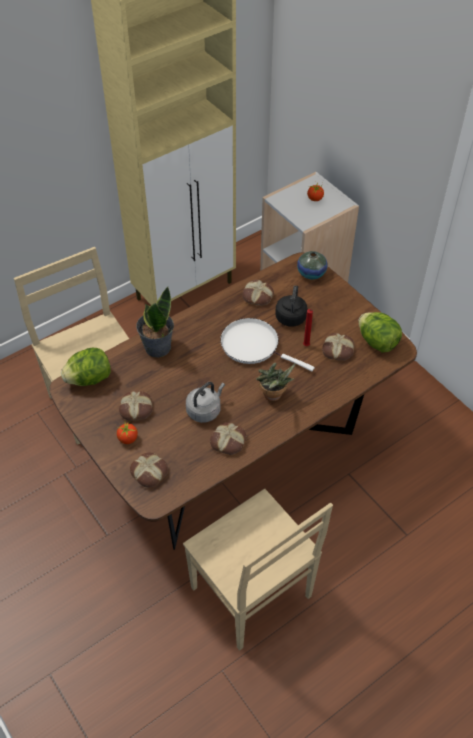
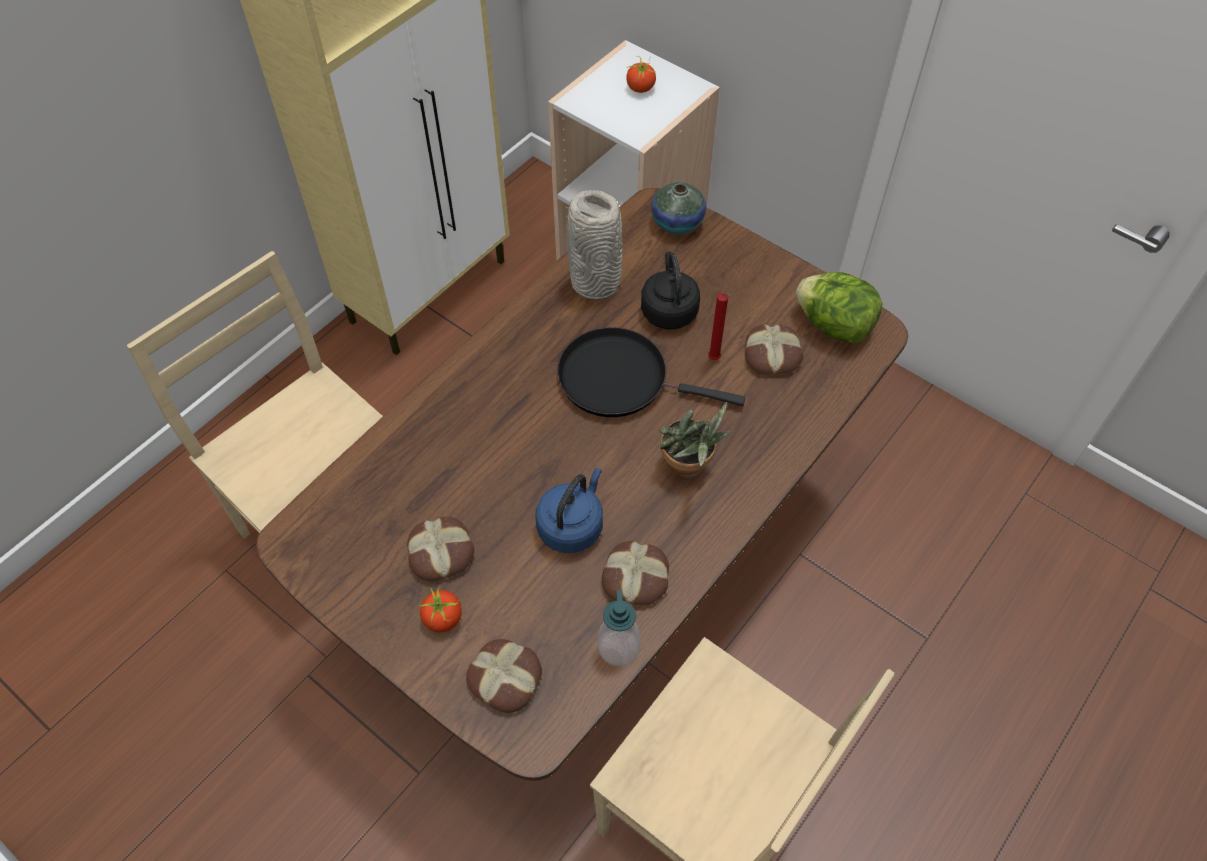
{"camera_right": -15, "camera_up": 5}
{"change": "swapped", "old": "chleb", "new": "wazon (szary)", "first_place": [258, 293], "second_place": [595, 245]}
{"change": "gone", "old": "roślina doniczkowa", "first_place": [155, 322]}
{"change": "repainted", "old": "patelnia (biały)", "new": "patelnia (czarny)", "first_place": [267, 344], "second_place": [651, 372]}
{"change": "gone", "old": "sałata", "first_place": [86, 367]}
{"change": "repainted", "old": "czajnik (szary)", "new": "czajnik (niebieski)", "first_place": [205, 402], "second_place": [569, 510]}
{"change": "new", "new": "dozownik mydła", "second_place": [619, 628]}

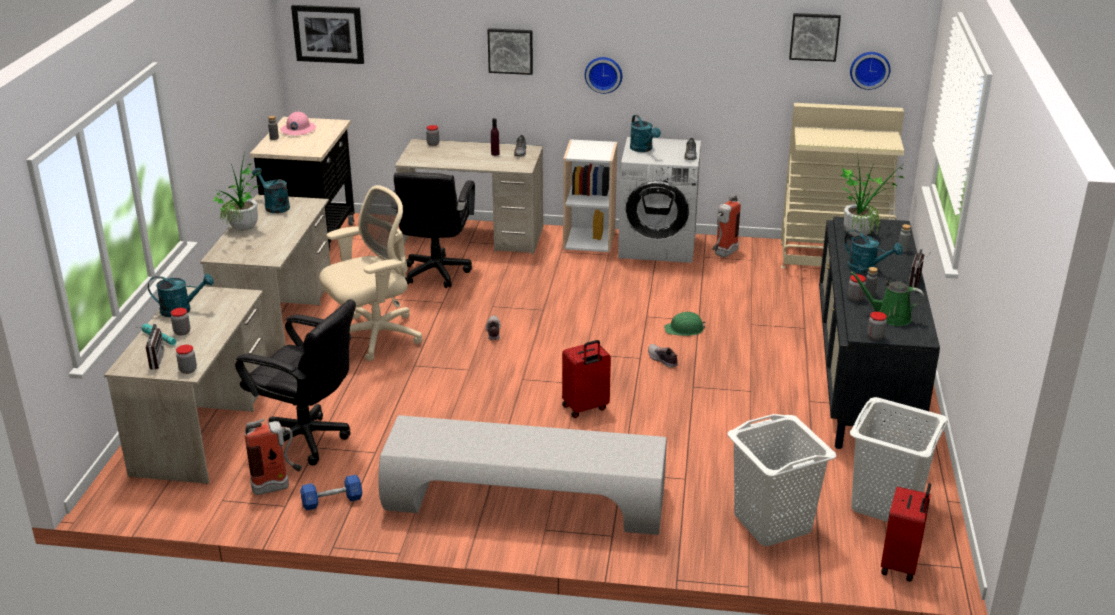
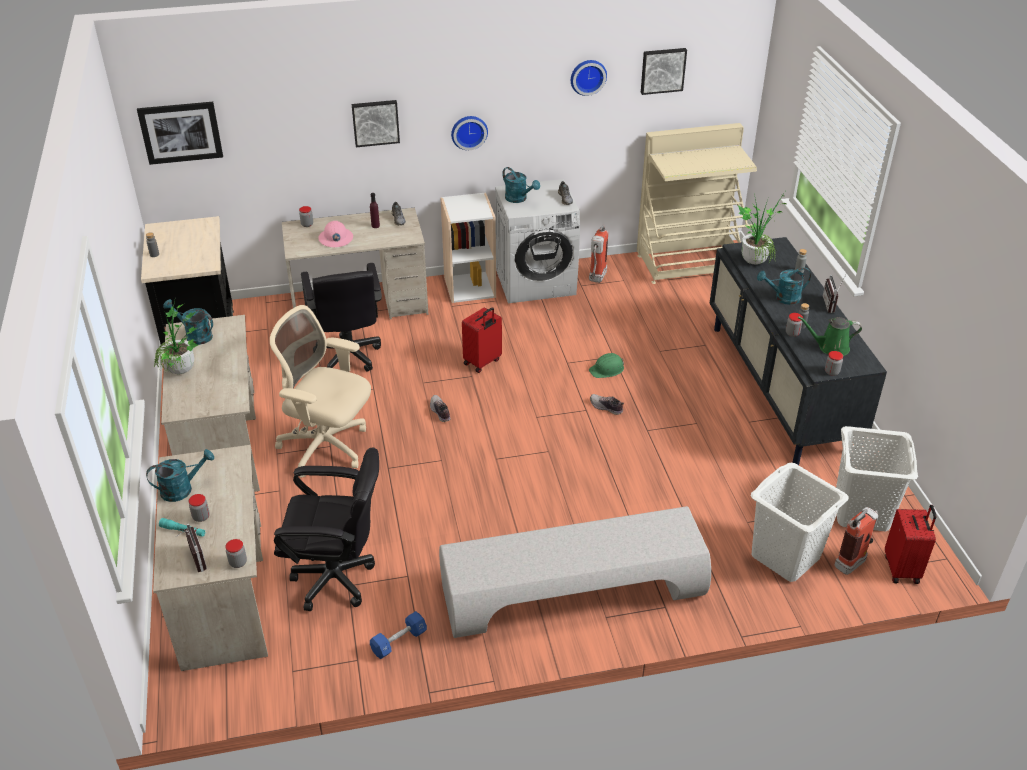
{"camera_right": -20, "camera_up": 10}
{"change": "shifted", "old": "zegar ścienny", "first_place": [870, 71], "second_place": [589, 78]}
{"change": "shifted", "old": "kask (różowy)", "first_place": [298, 123], "second_place": [335, 234]}
{"change": "rotated", "old": "krzesło biurowe (beżowy)", "first_place": [370, 273], "second_place": [320, 391], "degrees": -105}
{"change": "rotated", "old": "konewka (turkusowy)", "first_place": [874, 251], "second_place": [784, 286], "degrees": 150}
{"change": "shifted", "old": "walizka (czerwony)", "first_place": [586, 379], "second_place": [482, 340]}
{"change": "shifted", "old": "gaśnica", "first_place": [273, 457], "second_place": [856, 541]}

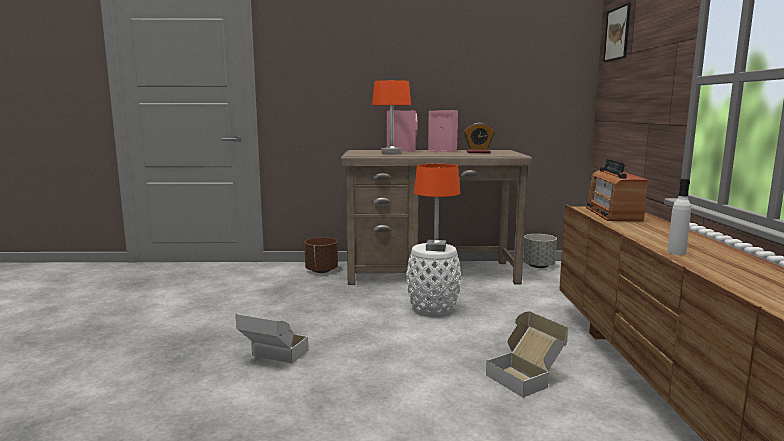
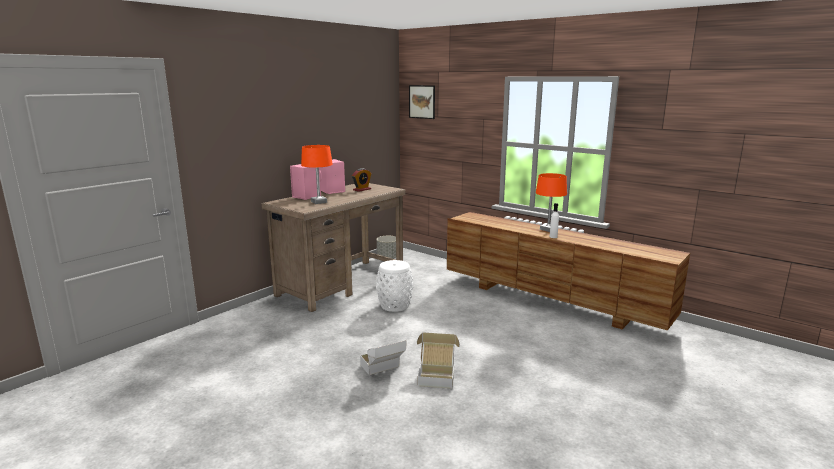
{"camera_right": -50, "camera_up": 5}
{"change": "gone", "old": "radio", "first_place": [617, 190]}
{"change": "shifted", "old": "lampa stołowa (pomarańczowy)", "first_place": [437, 207], "second_place": [551, 202]}
{"change": "gone", "old": "donica (brązowy)", "first_place": [321, 255]}
{"change": "shifted", "old": "karton", "first_place": [527, 354], "second_place": [438, 360]}

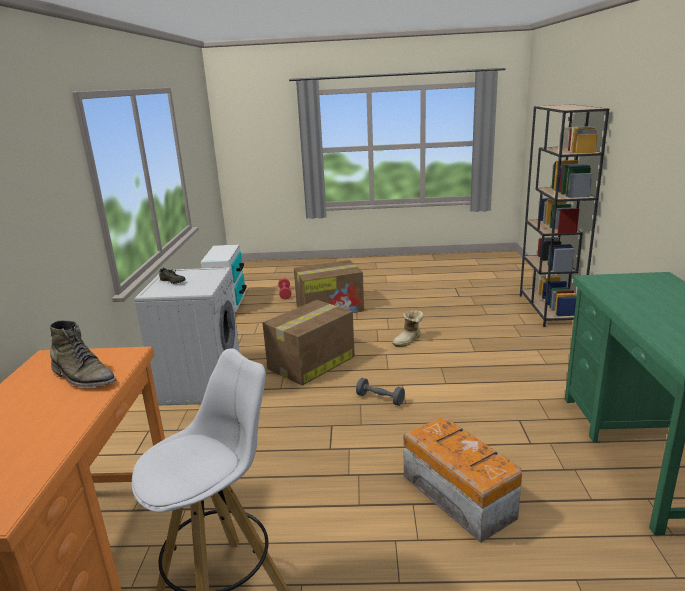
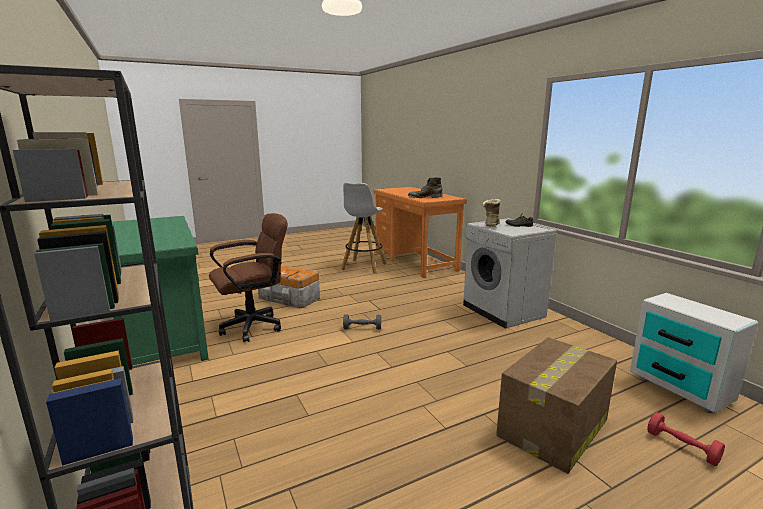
{"camera_right": 150, "camera_up": -5}
{"change": "gone", "old": "karton", "first_place": [309, 343]}
{"change": "shifted", "old": "but z cholewką", "first_place": [408, 328], "second_place": [491, 213]}
{"change": "new", "new": "krzesło biurowe (brązowy)", "second_place": [248, 277]}

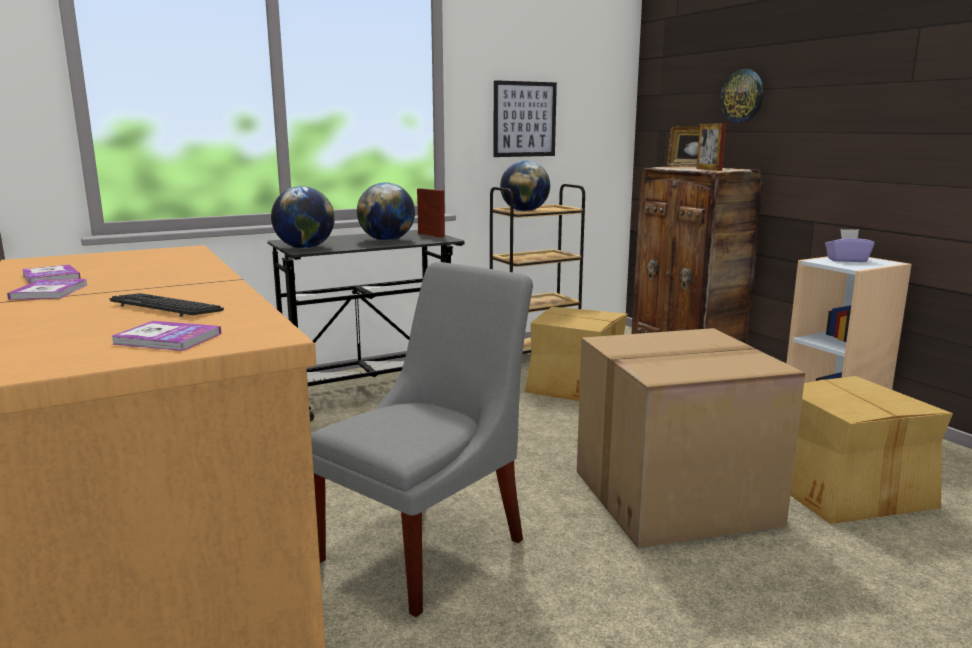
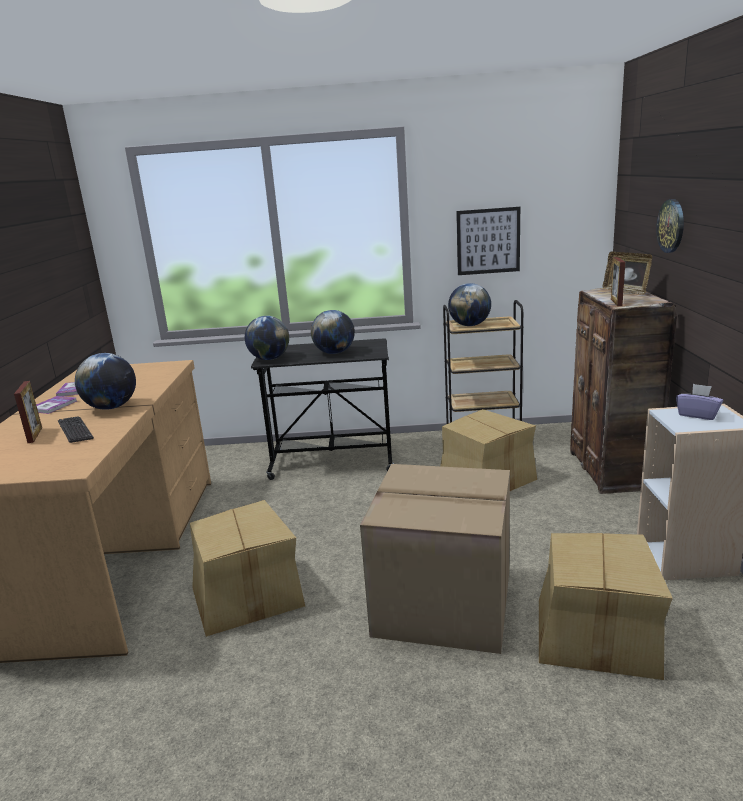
{"camera_right": 30, "camera_up": 5}
{"change": "shifted", "old": "ramka na zdjęcie", "first_place": [431, 213], "second_place": [28, 412]}
{"change": "swapped", "old": "krzesło (szary)", "new": "karton", "first_place": [422, 439], "second_place": [247, 568]}
{"change": "gone", "old": "książka", "first_place": [166, 336]}
{"change": "new", "new": "globus", "second_place": [105, 381]}

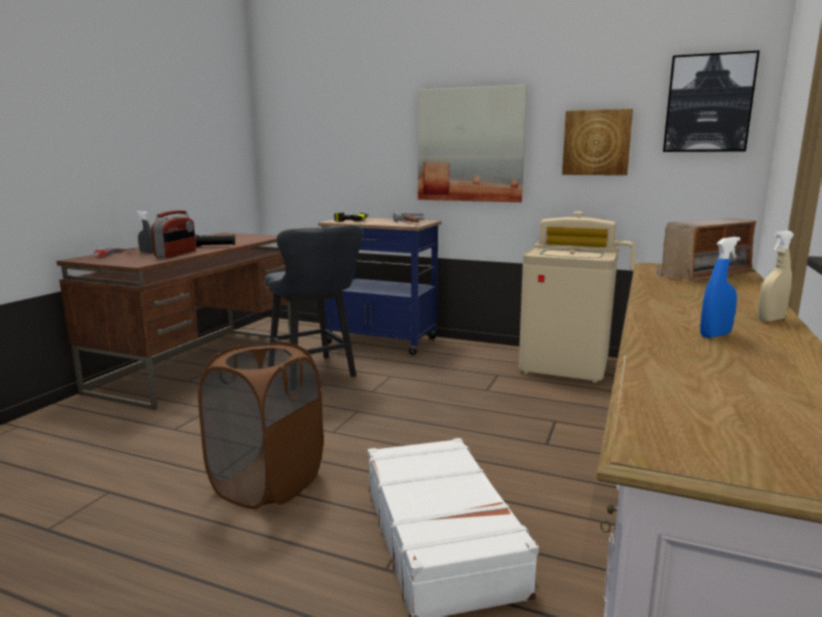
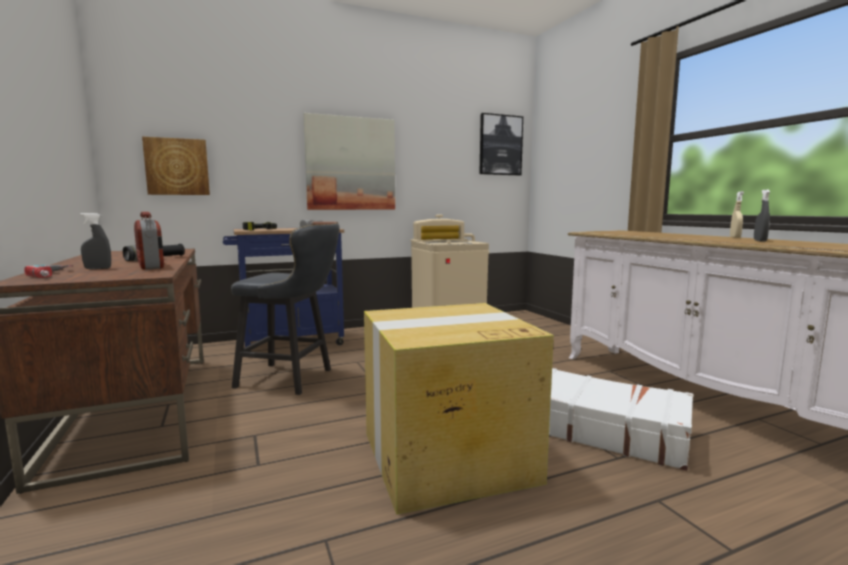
{"camera_right": -45, "camera_up": -5}
{"change": "shifted", "old": "obraz", "first_place": [597, 142], "second_place": [176, 166]}
{"change": "gone", "old": "radio", "first_place": [706, 250]}
{"change": "repainted", "old": "spryskiwacz (niebieski)", "new": "spryskiwacz (szary)", "first_place": [720, 287], "second_place": [762, 216]}
{"change": "swapped", "old": "kosz na pranie (brązowy)", "new": "karton", "first_place": [260, 425], "second_place": [459, 409]}

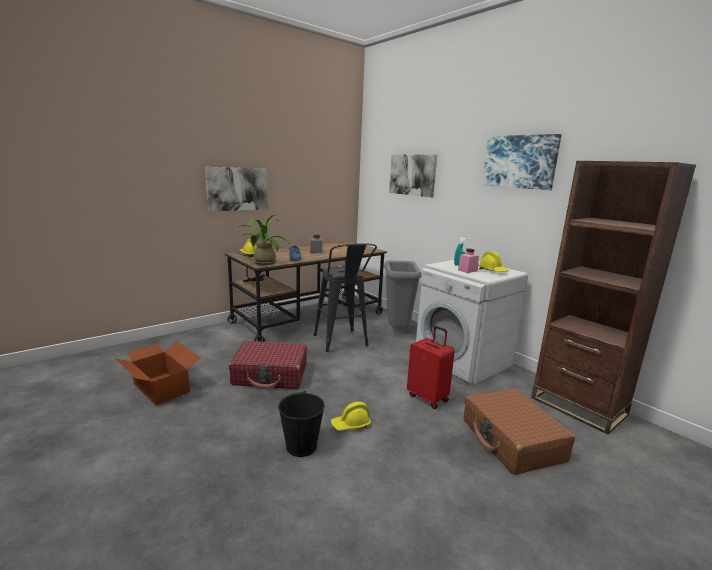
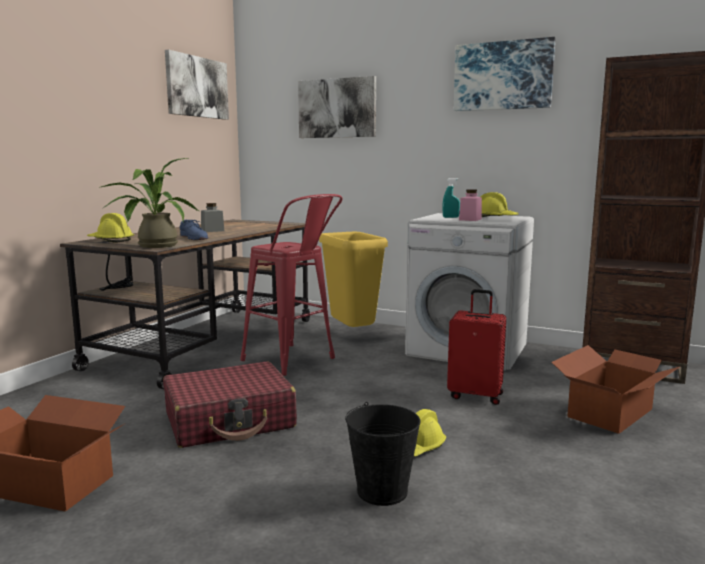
{"camera_right": -25, "camera_up": -5}
{"change": "shifted", "old": "obraz", "first_place": [236, 189], "second_place": [197, 84]}
{"change": "repainted", "old": "stołek (czarny)", "new": "stołek (czerwony)", "first_place": [345, 298], "second_place": [291, 285]}
{"change": "repainted", "old": "kosz na śmieci (szary)", "new": "kosz na śmieci (żółty)", "first_place": [403, 293], "second_place": [353, 279]}
{"change": "swapped", "old": "walizka (brązowy)", "new": "karton", "first_place": [519, 431], "second_place": [615, 389]}

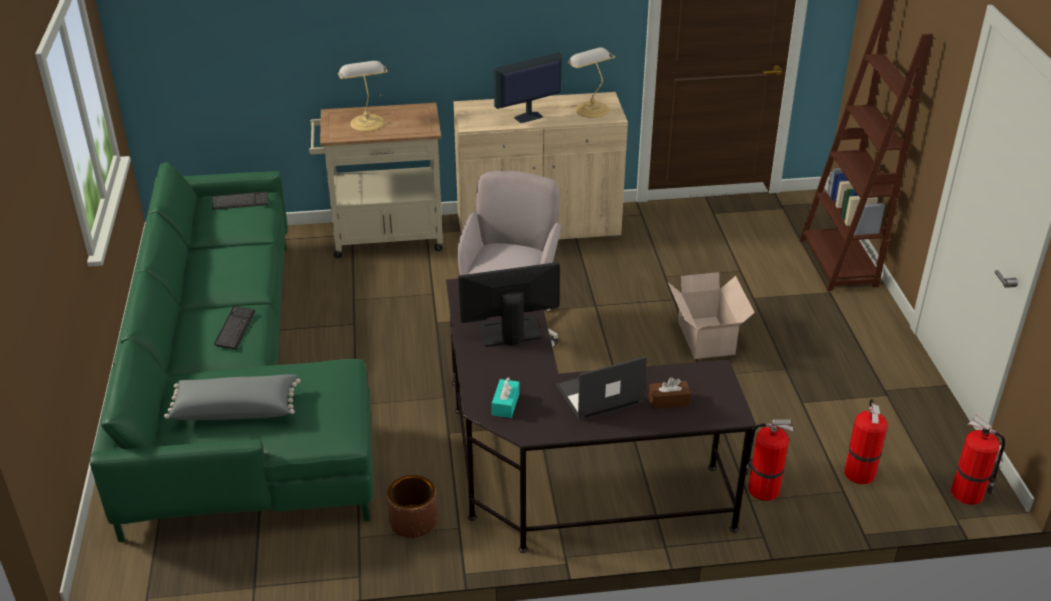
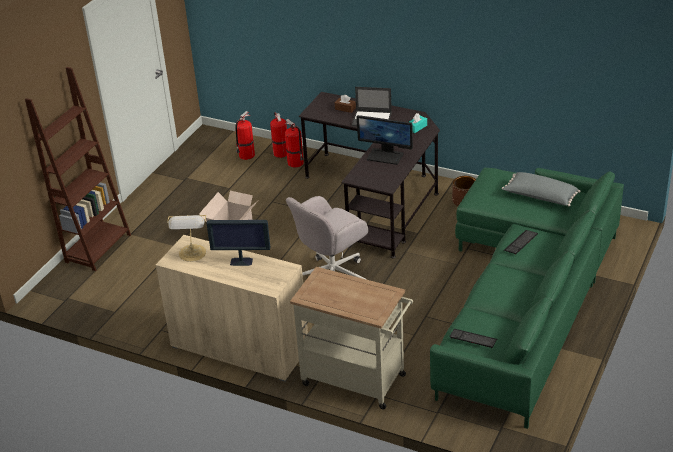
{"camera_right": -145, "camera_up": 0}
{"change": "gone", "old": "lampa stołowa", "first_place": [363, 96]}
{"change": "shifted", "old": "gaśnica", "first_place": [978, 460], "second_place": [278, 135]}

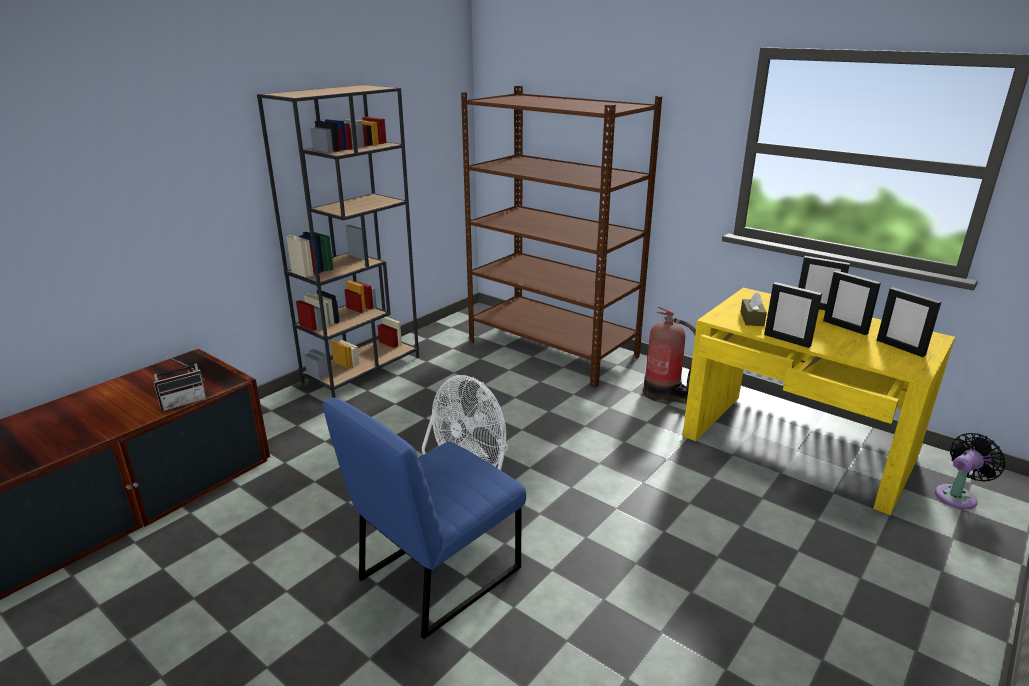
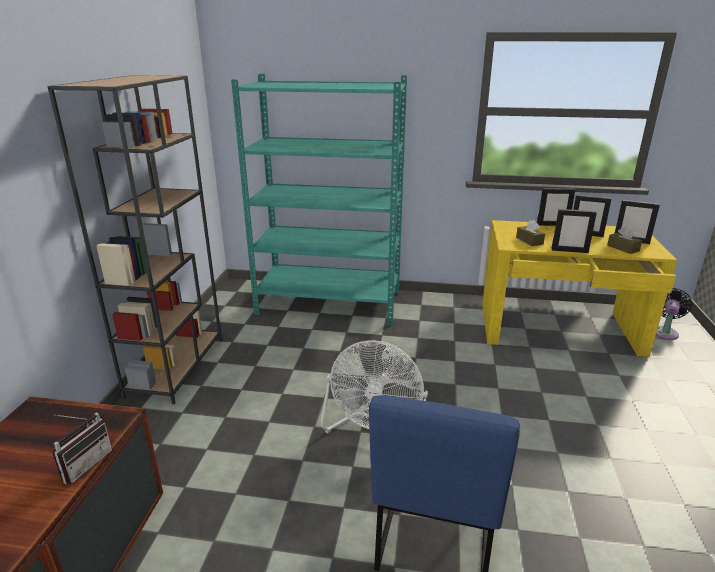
{"camera_right": -30, "camera_up": 0}
{"change": "repainted", "old": "regał (brązowy)", "new": "regał (turkusowy)", "first_place": [561, 237], "second_place": [319, 199]}
{"change": "gone", "old": "gaśnica", "first_place": [669, 355]}
{"change": "new", "new": "pudełko chusteczek (brązowy)", "second_place": [624, 240]}

